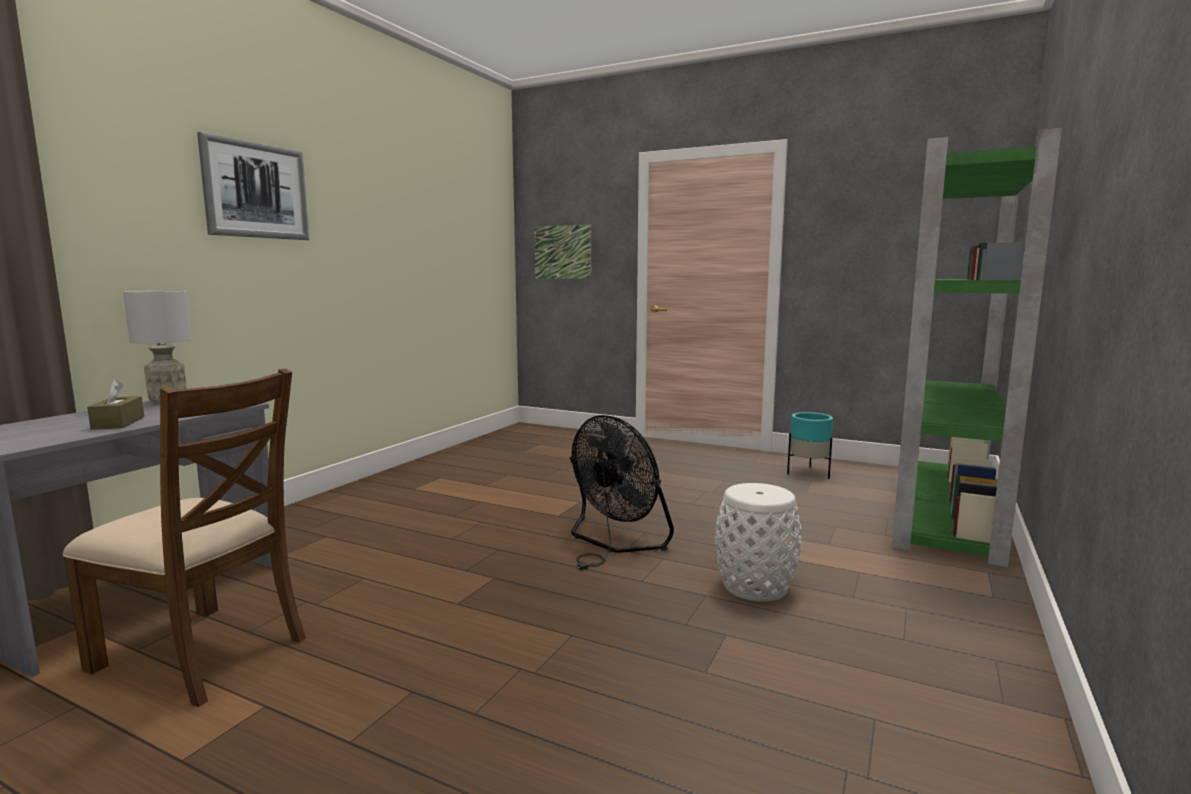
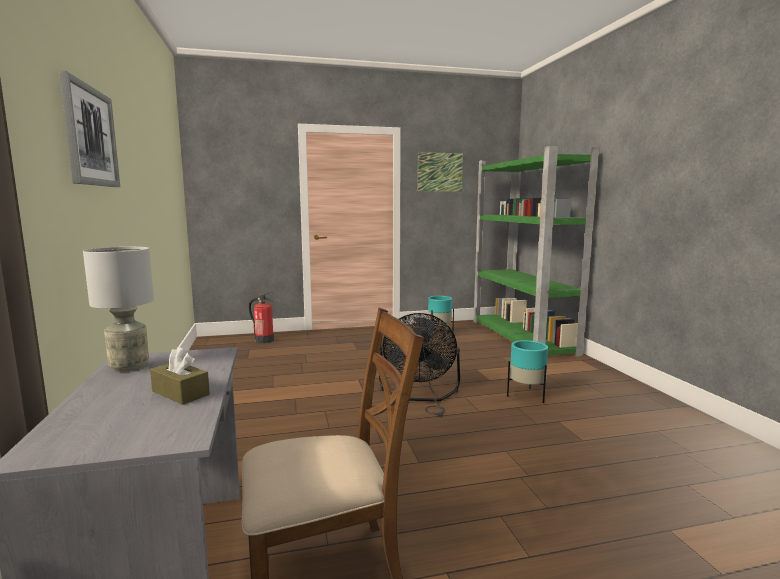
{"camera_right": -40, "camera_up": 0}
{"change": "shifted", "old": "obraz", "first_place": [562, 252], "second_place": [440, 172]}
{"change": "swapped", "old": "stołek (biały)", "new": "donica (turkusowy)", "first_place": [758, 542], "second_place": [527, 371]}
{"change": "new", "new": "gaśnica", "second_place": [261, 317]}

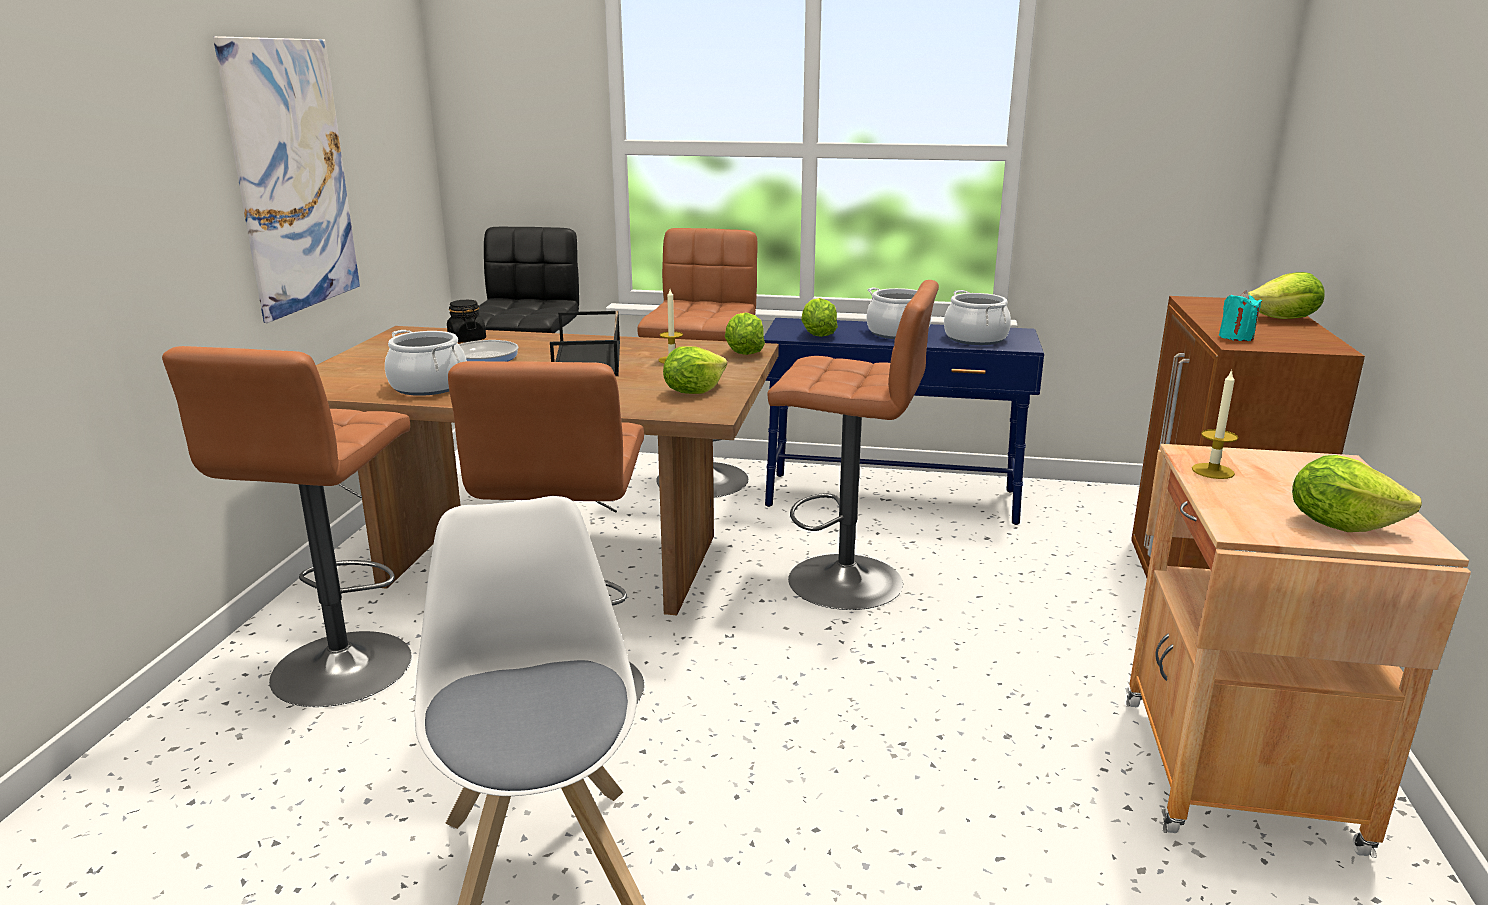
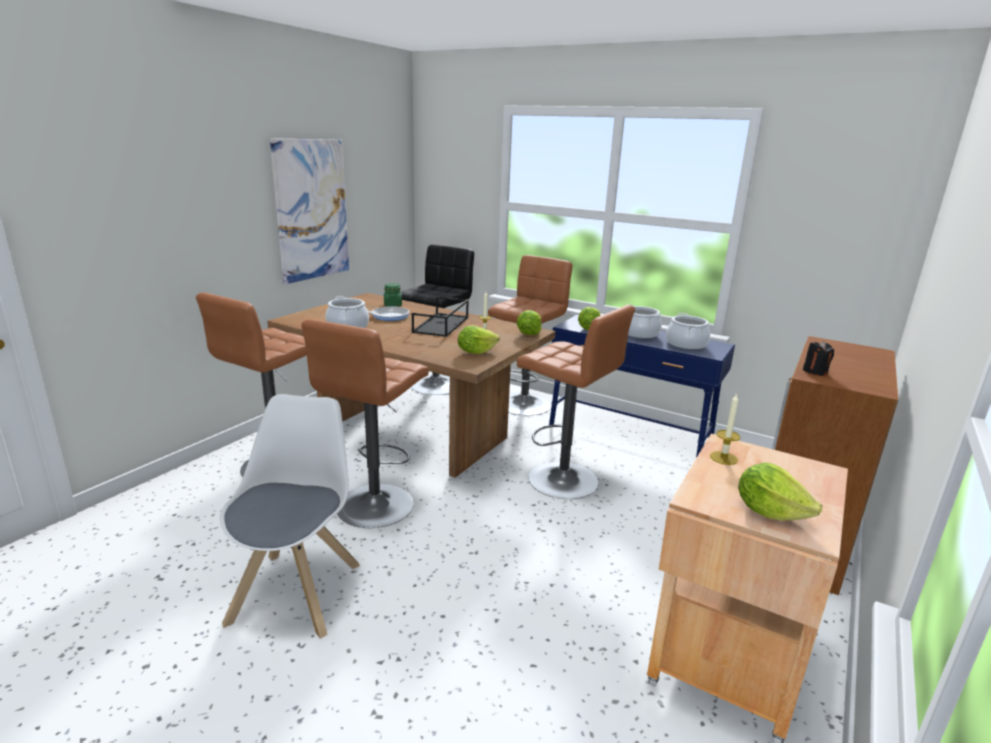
{"camera_right": 20, "camera_up": 0}
{"change": "gone", "old": "sałata", "first_place": [1286, 295]}
{"change": "repainted", "old": "świeca (turkusowy)", "new": "świeca (czarny)", "first_place": [1240, 316], "second_place": [818, 358]}
{"change": "repainted", "old": "słoik (czarny)", "new": "słoik (zielony)", "first_place": [466, 321], "second_place": [393, 295]}

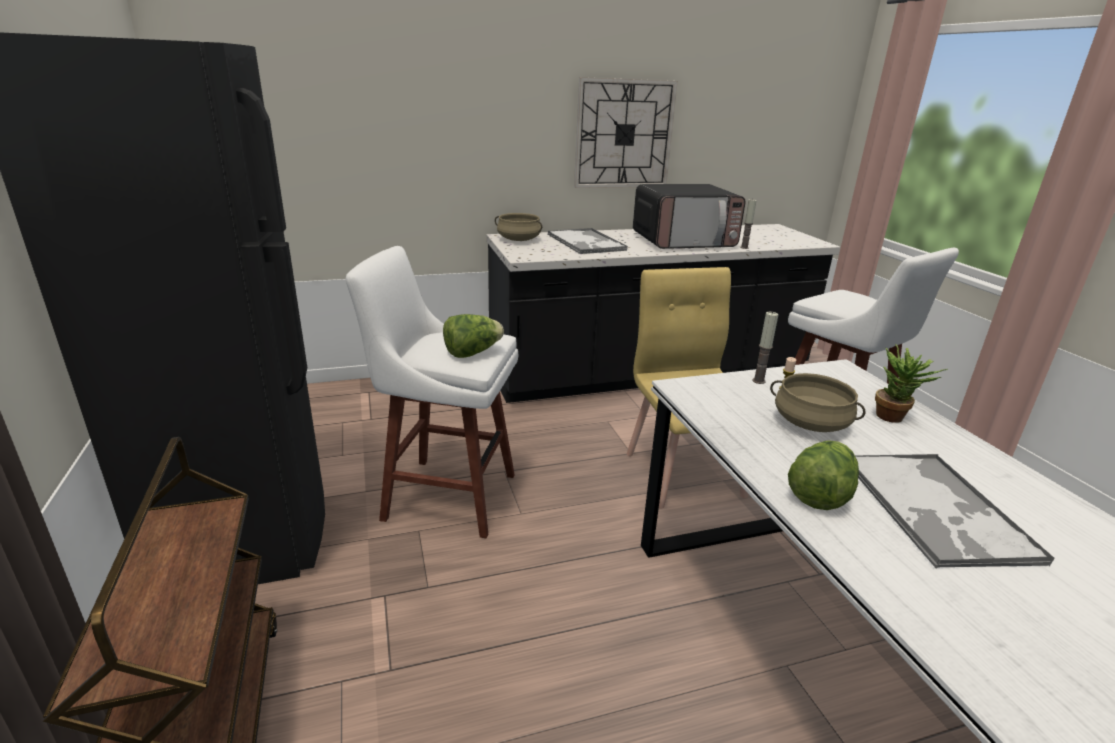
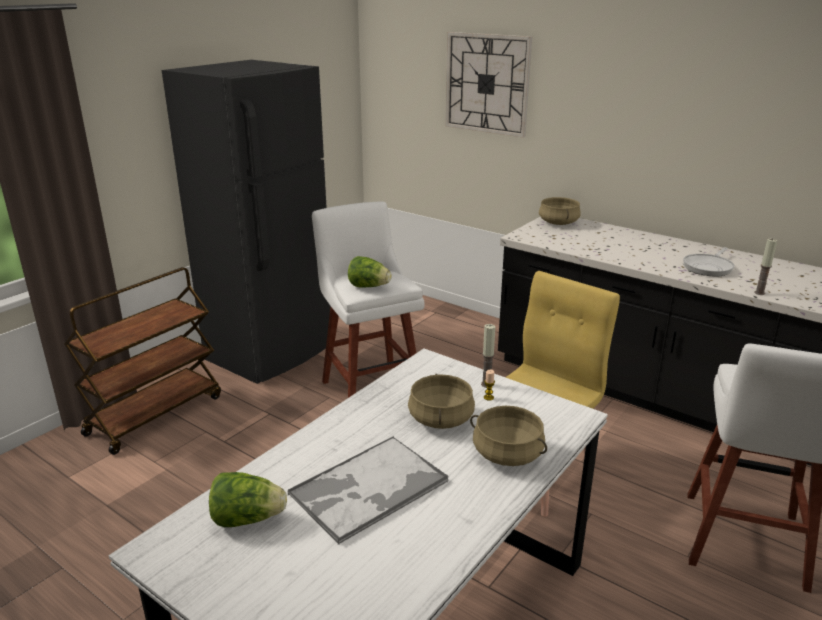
{"camera_right": 55, "camera_up": 0}
{"change": "shifted", "old": "zegar ścienny", "first_place": [626, 132], "second_place": [488, 85]}
{"change": "swapped", "old": "mikrofalówka", "new": "patelnia", "first_place": [689, 216], "second_place": [708, 261]}
{"change": "gone", "old": "taca", "first_place": [588, 241]}
{"change": "swapped", "old": "roślina doniczkowa", "new": "garnek (beżowy)", "first_place": [911, 383], "second_place": [508, 436]}
{"change": "shifted", "old": "sałata", "first_place": [823, 475], "second_place": [248, 499]}

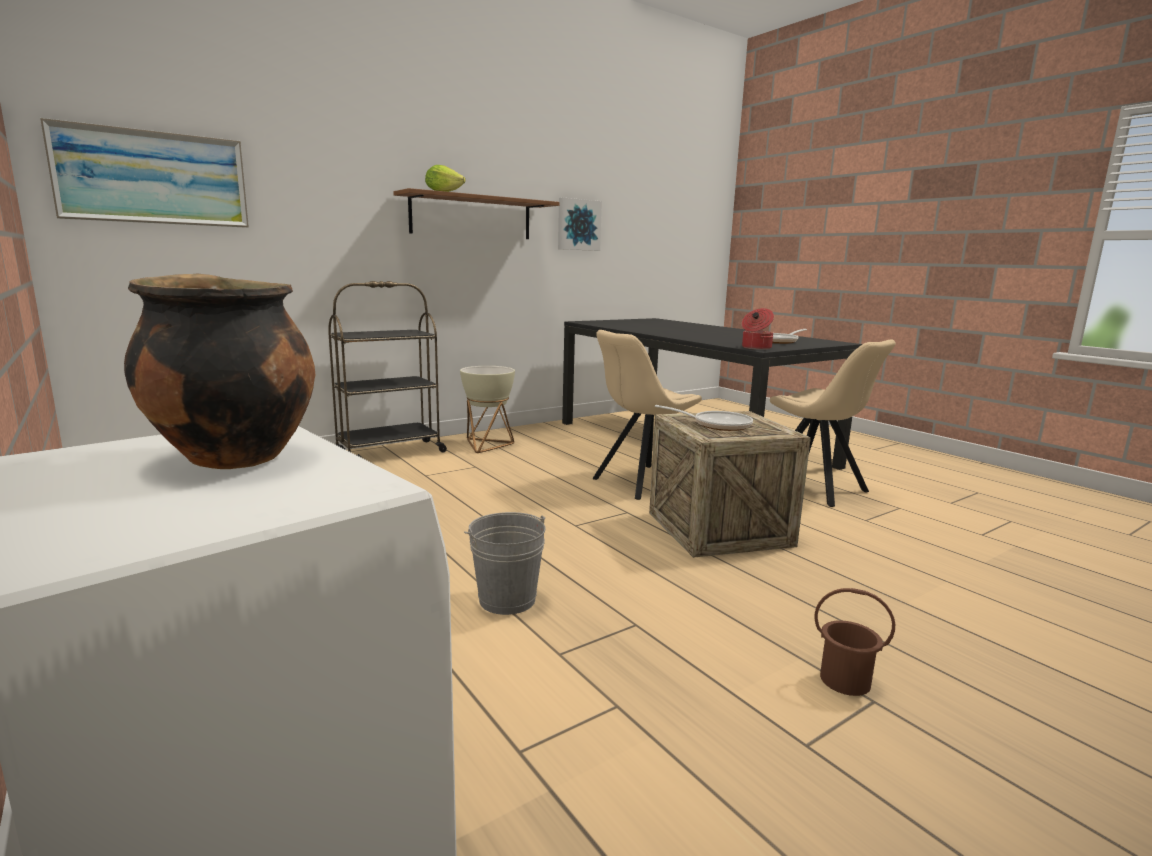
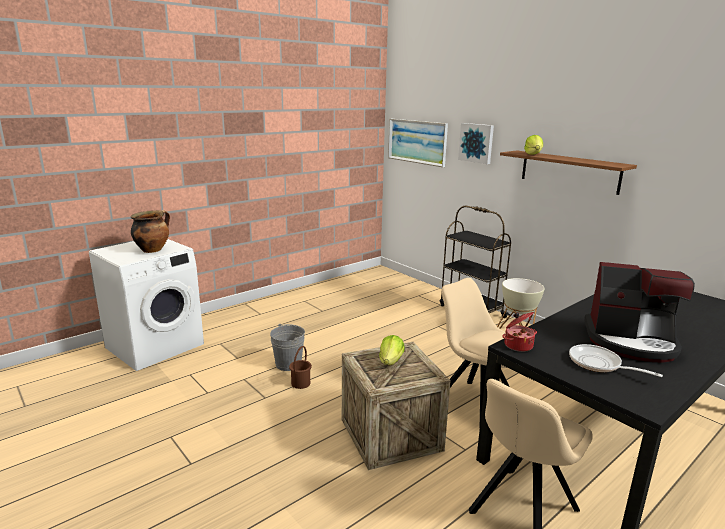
{"camera_right": 85, "camera_up": 5}
{"change": "shifted", "old": "obraz", "first_place": [580, 224], "second_place": [476, 143]}
{"change": "swapped", "old": "patelnia", "new": "sałata", "first_place": [704, 418], "second_place": [392, 350]}
{"change": "shifted", "old": "wiadro (brązowy)", "first_place": [855, 642], "second_place": [300, 367]}
{"change": "new", "new": "ekspres do kawy", "second_place": [639, 312]}

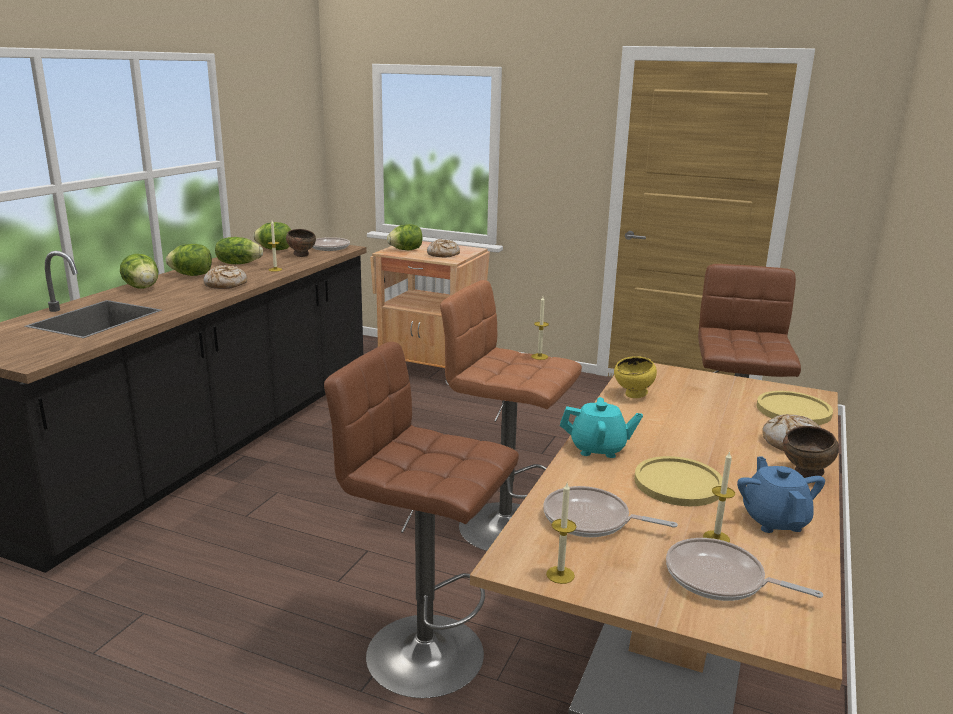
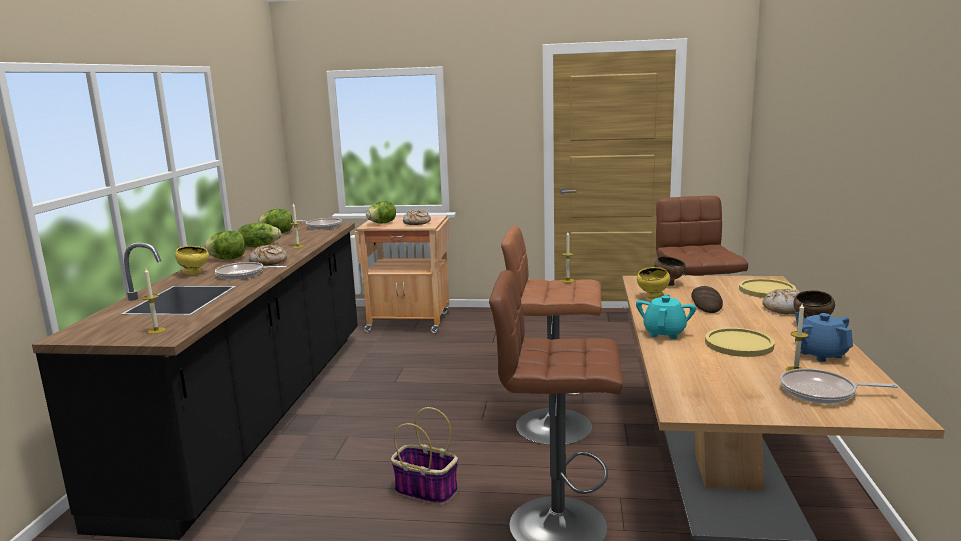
{"camera_right": -15, "camera_up": -5}
{"change": "shifted", "old": "miska (brązowy)", "first_place": [301, 243], "second_place": [670, 271]}
{"change": "swapped", "old": "sałata", "new": "miska (żółty)", "first_place": [139, 271], "second_place": [192, 260]}
{"change": "rotated", "old": "imbryk (turkusowy)", "first_place": [601, 427], "second_place": [666, 316], "degrees": -60}
{"change": "shifted", "old": "świeca", "first_place": [561, 533], "second_place": [154, 301]}
{"change": "shifted", "old": "patelnia", "first_place": [610, 511], "second_place": [251, 270]}
{"change": "new", "new": "chleb", "second_place": [707, 299]}
{"change": "new", "new": "koszyk", "second_place": [424, 456]}

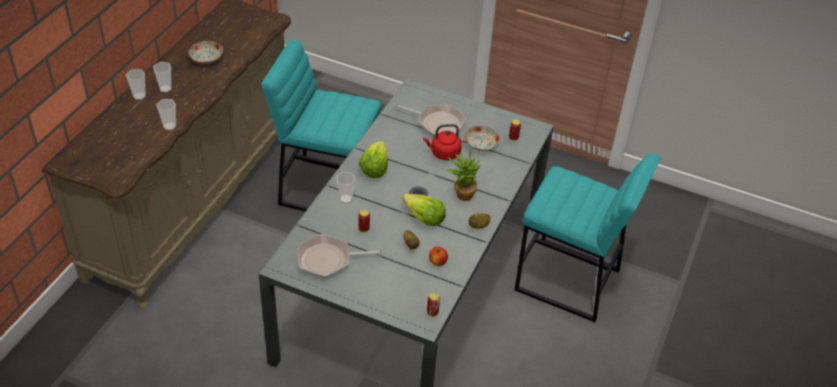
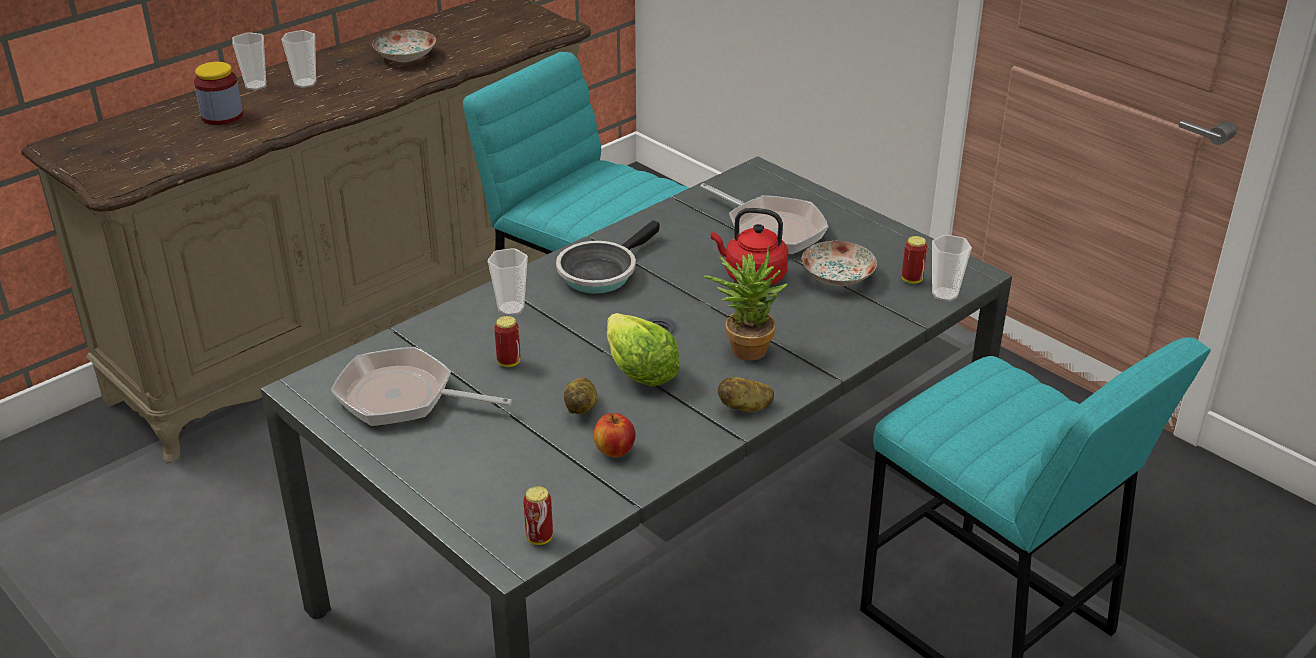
{"camera_right": 25, "camera_up": -10}
{"change": "shifted", "old": "filiżanka", "first_place": [166, 114], "second_place": [952, 268]}
{"change": "swapped", "old": "sałata", "new": "patelnia", "first_place": [373, 159], "second_place": [608, 257]}
{"change": "new", "new": "słoik", "second_place": [218, 93]}

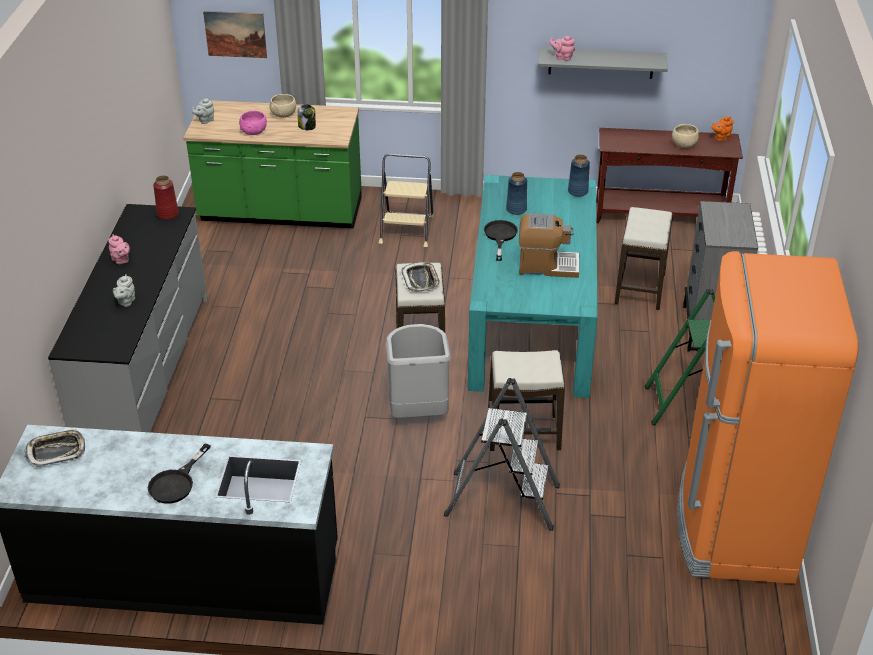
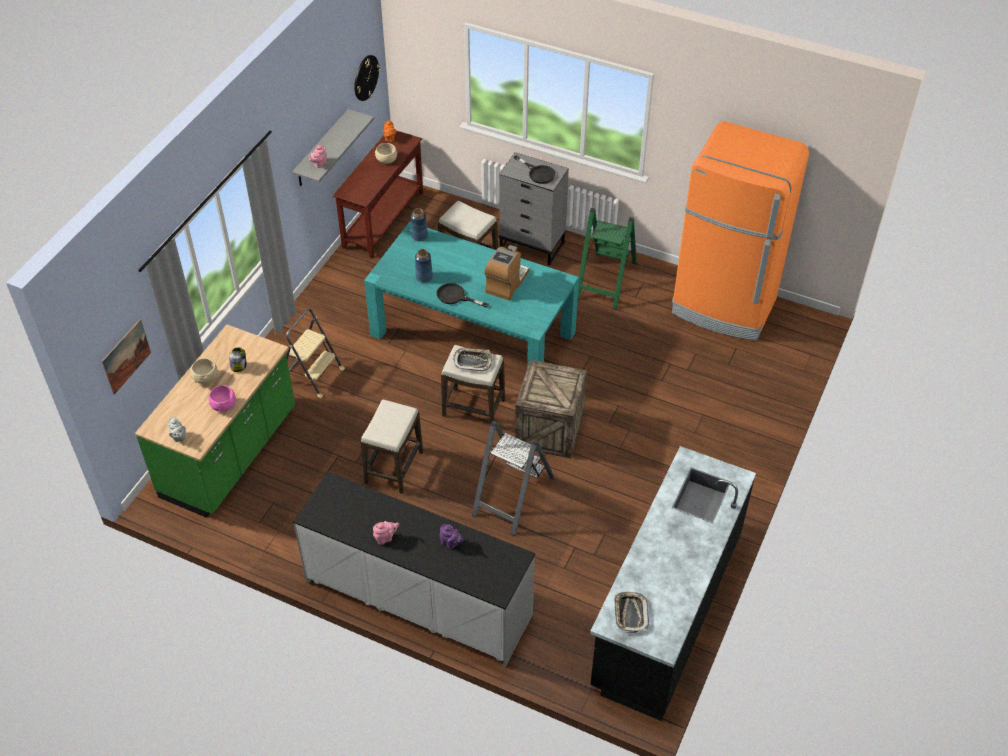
{"camera_right": -70, "camera_up": 10}
{"change": "gone", "old": "wazon (czerwony)", "first_place": [166, 197]}
{"change": "repainted", "old": "imbryk (szary)", "new": "imbryk (fioletowy)", "first_place": [124, 290], "second_place": [451, 536]}
{"change": "swapped", "old": "kosz na śmieci (szary)", "new": "skrzynka", "first_place": [418, 371], "second_place": [551, 409]}
{"change": "shifted", "old": "stołek", "first_place": [526, 400], "second_place": [391, 447]}
{"change": "shifted", "old": "drabinka (szary)", "first_place": [502, 454], "second_place": [513, 479]}
{"change": "shifted", "old": "patelnia (czarny)", "first_place": [179, 474], "second_place": [534, 169]}
{"change": "new", "new": "zegar ścienny", "second_place": [367, 78]}

